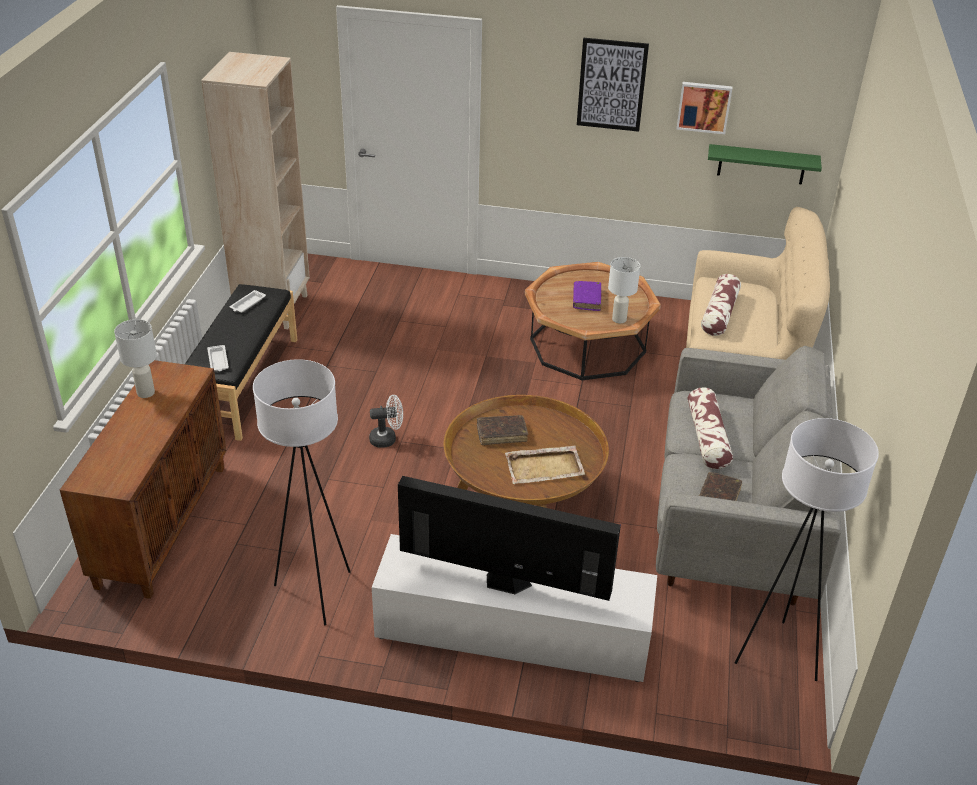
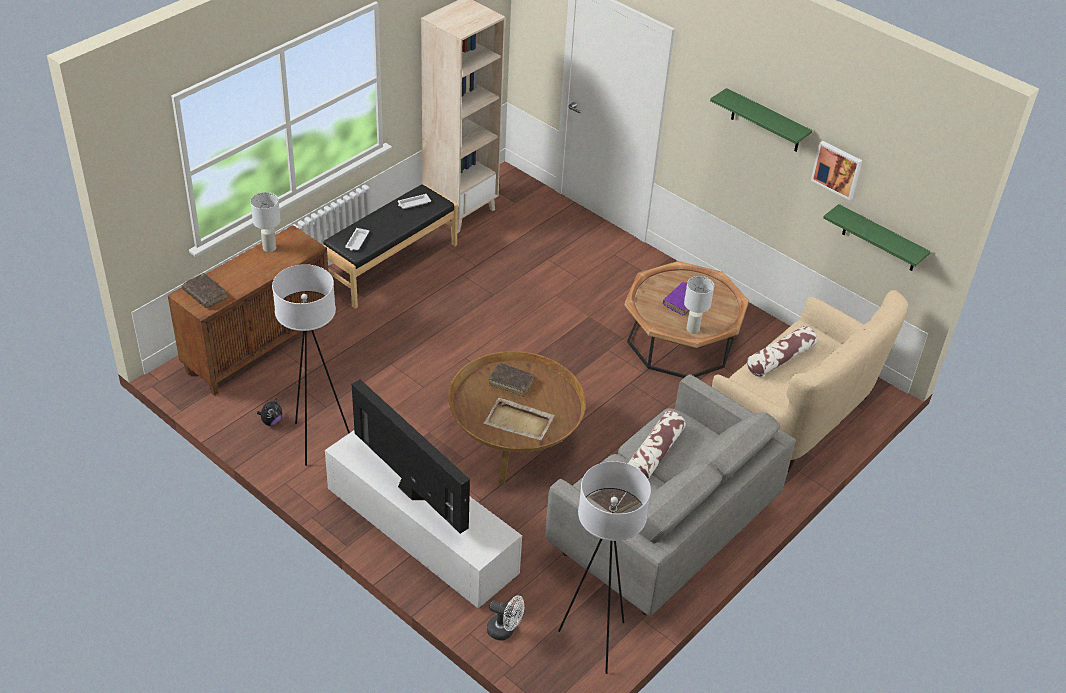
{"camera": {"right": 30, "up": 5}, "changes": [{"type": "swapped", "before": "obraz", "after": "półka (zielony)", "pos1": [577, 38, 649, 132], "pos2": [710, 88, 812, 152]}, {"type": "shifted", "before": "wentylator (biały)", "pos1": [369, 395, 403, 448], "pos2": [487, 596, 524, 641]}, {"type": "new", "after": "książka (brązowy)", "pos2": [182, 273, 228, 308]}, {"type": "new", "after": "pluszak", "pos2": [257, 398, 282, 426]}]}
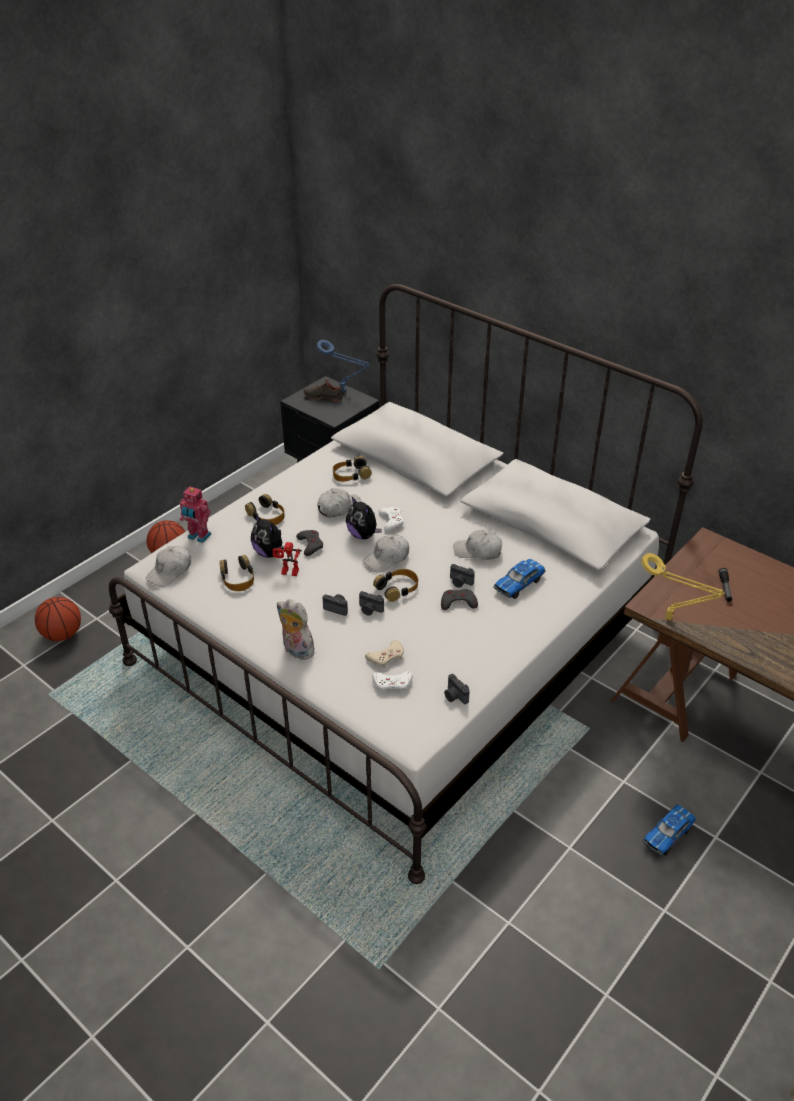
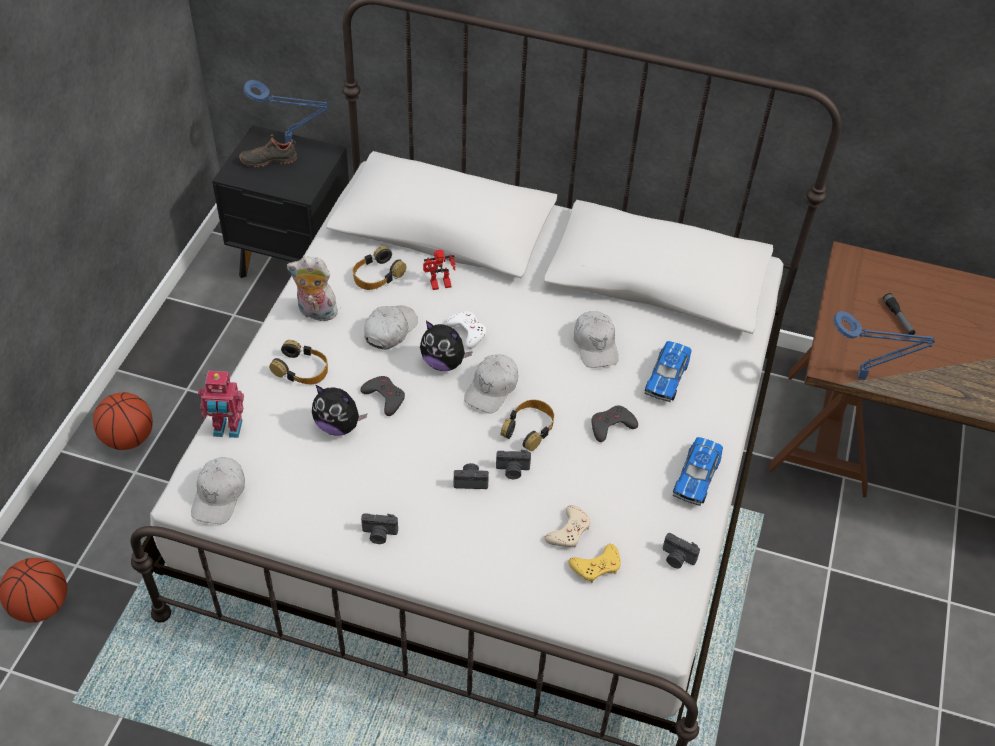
{"camera": {"right": -25, "up": 10}, "changes": [{"type": "rotated", "before": "czapka z daszkiem (biały)", "pos1": [453, 529, 502, 560], "pos2": [574, 311, 619, 368], "turn": -90}, {"type": "shifted", "before": "robot zabawkowy", "pos1": [272, 542, 302, 576], "pos2": [423, 250, 455, 290]}, {"type": "repainted", "before": "lampa stołowa (żółty)", "after": "lampa stołowa (niebieski)", "pos1": [641, 553, 724, 621], "pos2": [833, 311, 935, 380]}, {"type": "gone", "before": "słuchawki", "pos1": [219, 555, 254, 591]}, {"type": "shifted", "before": "aparat fotograficzny", "pos1": [450, 564, 475, 588], "pos2": [361, 513, 398, 544]}, {"type": "shifted", "before": "pluszak", "pos1": [277, 599, 315, 660], "pos2": [287, 257, 341, 321]}, {"type": "repainted", "before": "pad do gier (biały)", "after": "pad do gier (żółty)", "pos1": [372, 671, 413, 693], "pos2": [568, 544, 621, 583]}, {"type": "shifted", "before": "samochodzik", "pos1": [642, 805, 696, 856], "pos2": [673, 437, 723, 506]}]}
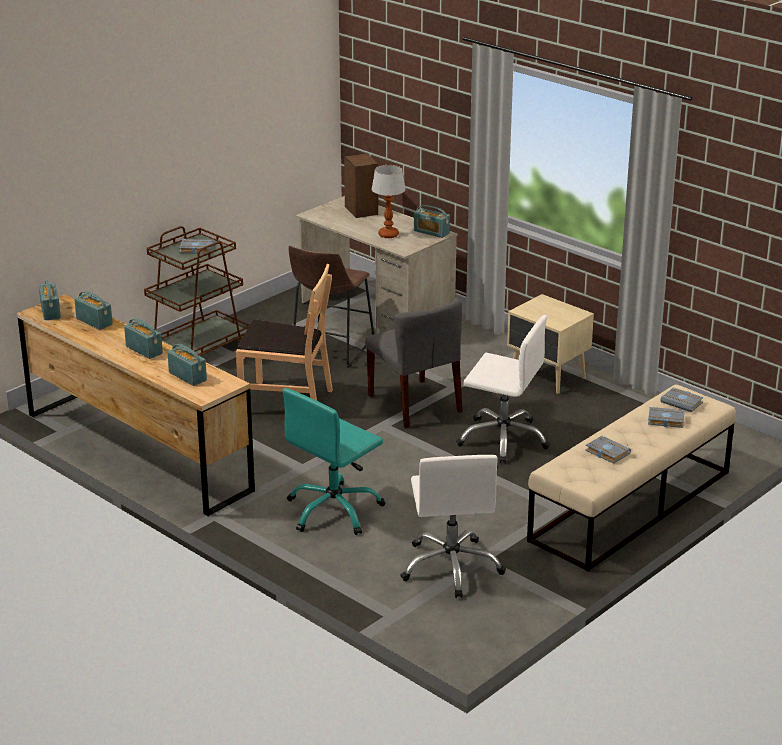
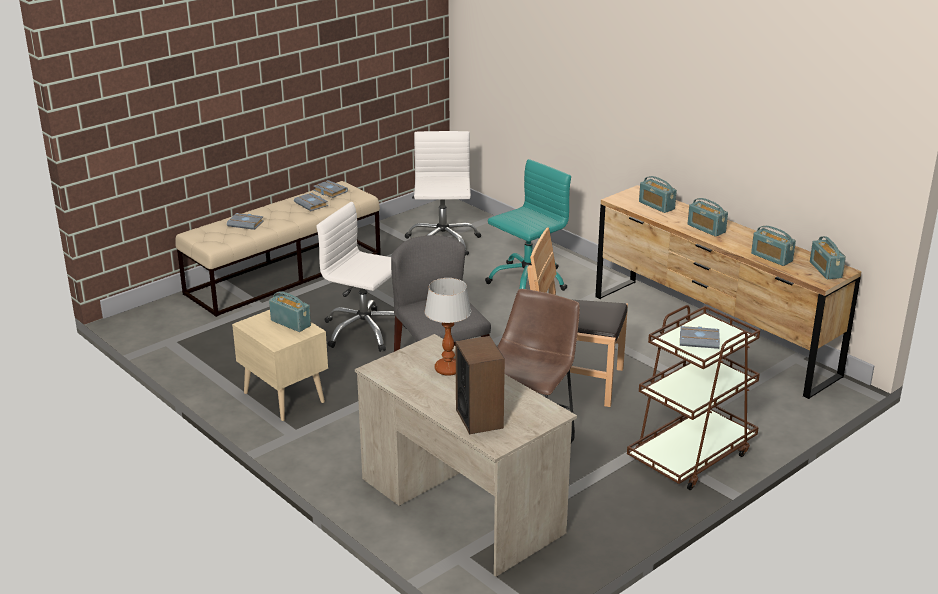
{"camera": {"right": -175, "up": 0}, "changes": [{"type": "shifted", "before": "radio", "pos1": [414, 205, 450, 238], "pos2": [269, 291, 311, 332]}, {"type": "shifted", "before": "książka (szary)", "pos1": [660, 387, 704, 412], "pos2": [313, 180, 348, 198]}]}
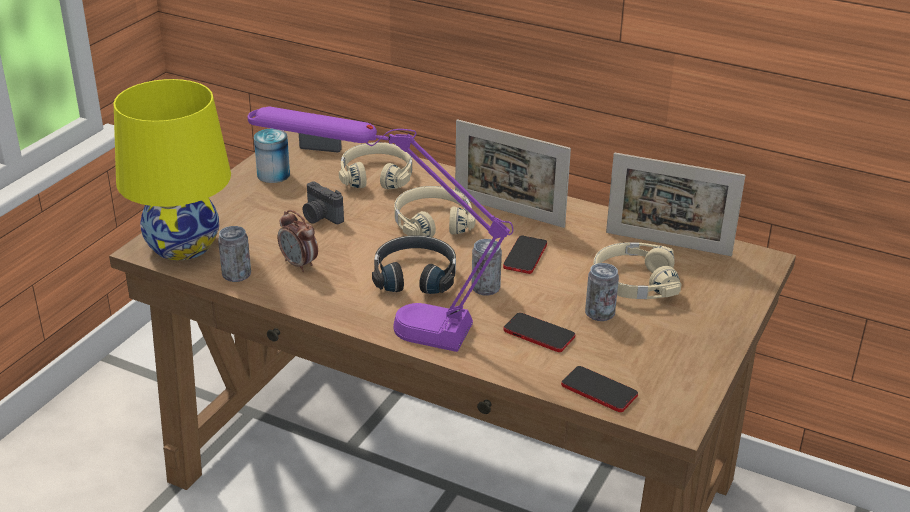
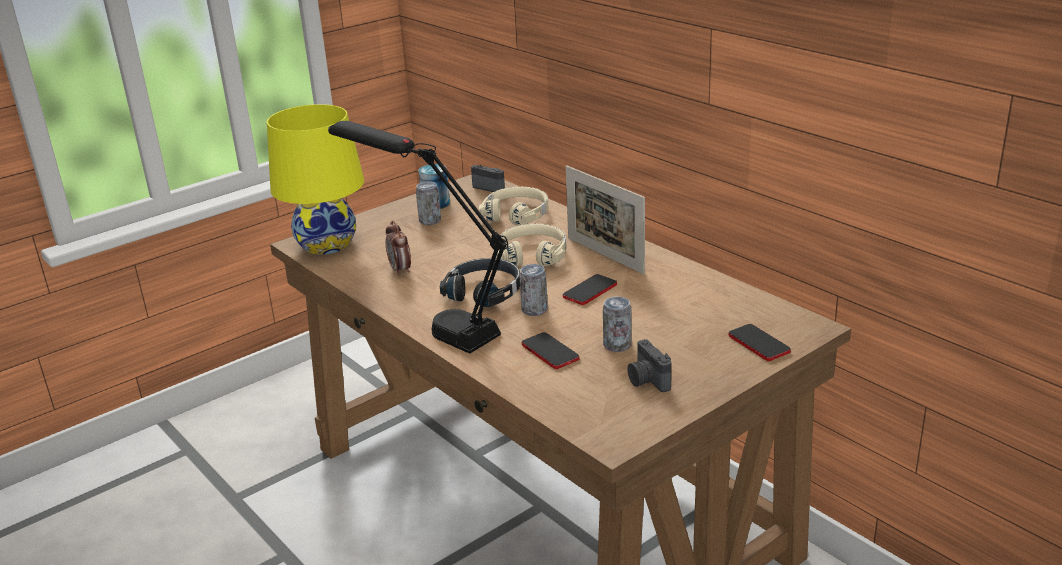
{"camera": {"right": 25, "up": -5}, "changes": [{"type": "repainted", "before": "lampa stołowa (fioletowy)", "after": "lampa stołowa (czarny)", "pos1": [248, 107, 513, 352], "pos2": [328, 121, 508, 354]}, {"type": "gone", "before": "ramka na zdjęcie", "pos1": [606, 153, 746, 256]}, {"type": "shifted", "before": "aparat fotograficzny", "pos1": [303, 182, 344, 224], "pos2": [628, 339, 671, 392]}, {"type": "shifted", "before": "puszka", "pos1": [218, 226, 251, 282], "pos2": [416, 182, 441, 225]}, {"type": "gone", "before": "słuchawki (beżowy)", "pos1": [593, 242, 681, 299]}, {"type": "shifted", "before": "telefon", "pos1": [561, 366, 638, 412], "pos2": [728, 324, 791, 361]}]}
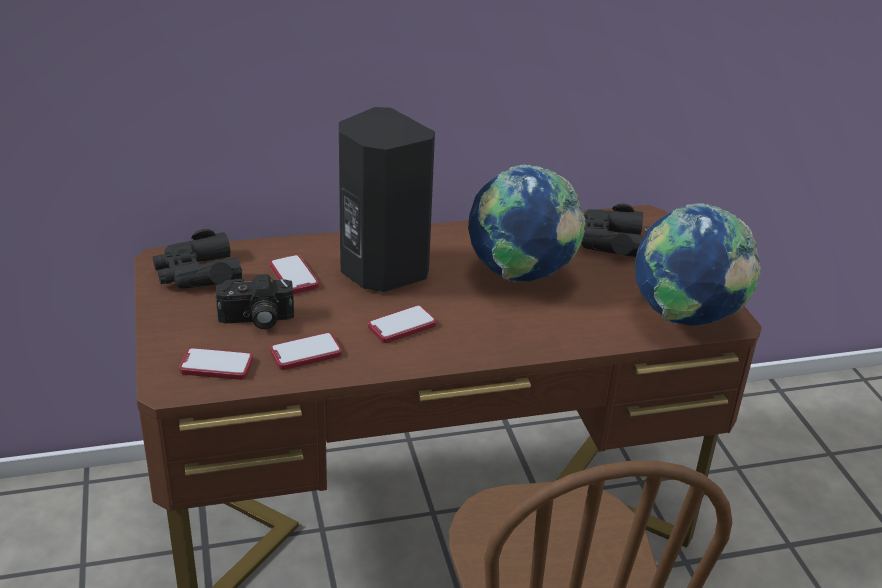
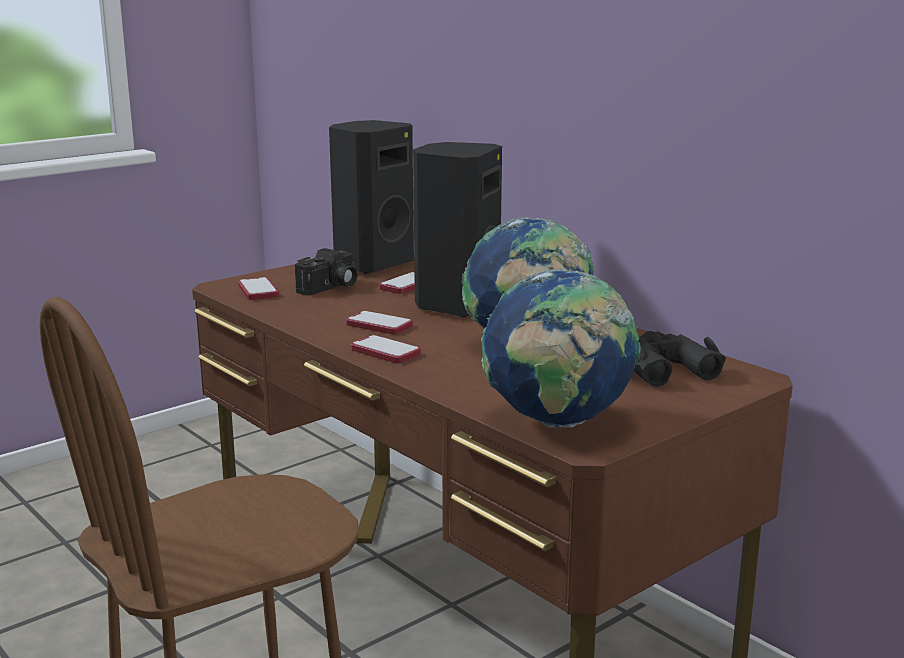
{"camera": {"right": 65, "up": -15}, "changes": [{"type": "swapped", "before": "lornetka (czarny)", "after": "głośnik (czarny)", "pos1": [153, 229, 242, 289], "pos2": [329, 120, 414, 274]}, {"type": "rotated", "before": "aparat fotograficzny", "pos1": [216, 274, 294, 329], "pos2": [295, 248, 358, 296], "turn": -105}, {"type": "shifted", "before": "telefon", "pos1": [270, 333, 342, 370], "pos2": [351, 335, 421, 363]}]}
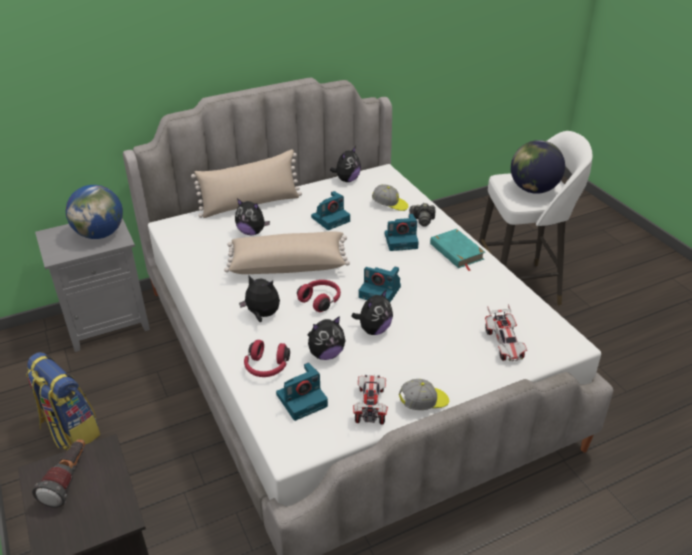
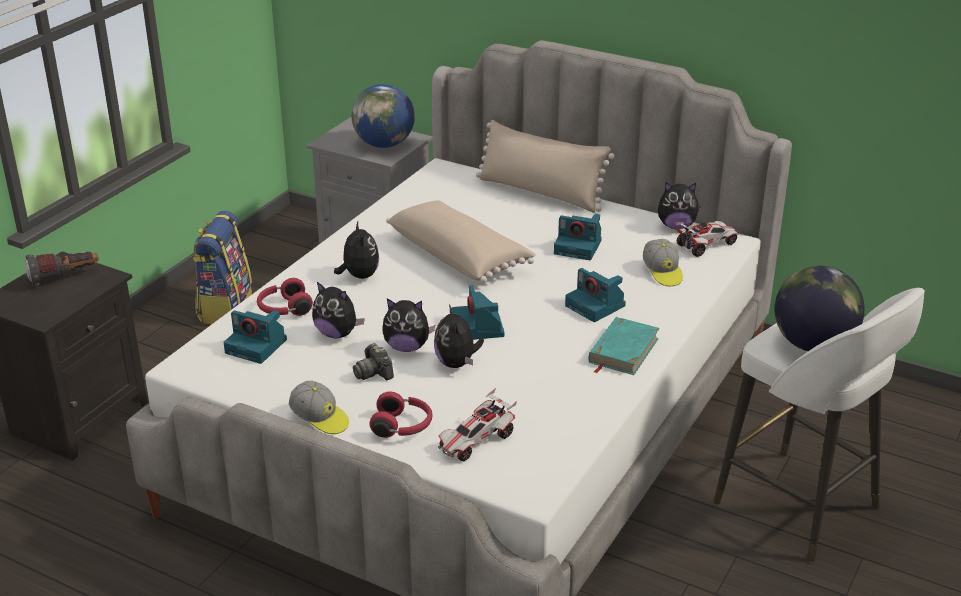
{"camera": {"right": 55, "up": -5}, "changes": [{"type": "shifted", "before": "pluszak", "pos1": [235, 199, 270, 235], "pos2": [434, 304, 484, 368]}, {"type": "shifted", "before": "aparat fotograficzny", "pos1": [409, 203, 435, 226], "pos2": [353, 343, 394, 381]}, {"type": "shifted", "before": "słuchawki (czerwony)", "pos1": [297, 280, 341, 312], "pos2": [369, 391, 433, 438]}, {"type": "shifted", "before": "samochodzik", "pos1": [353, 375, 388, 424], "pos2": [675, 221, 739, 257]}]}
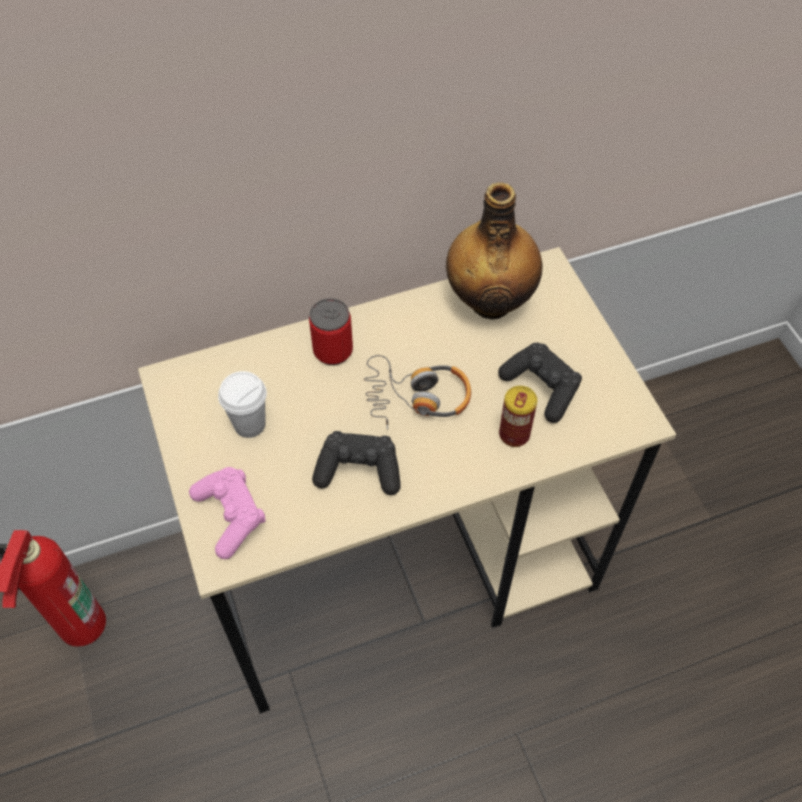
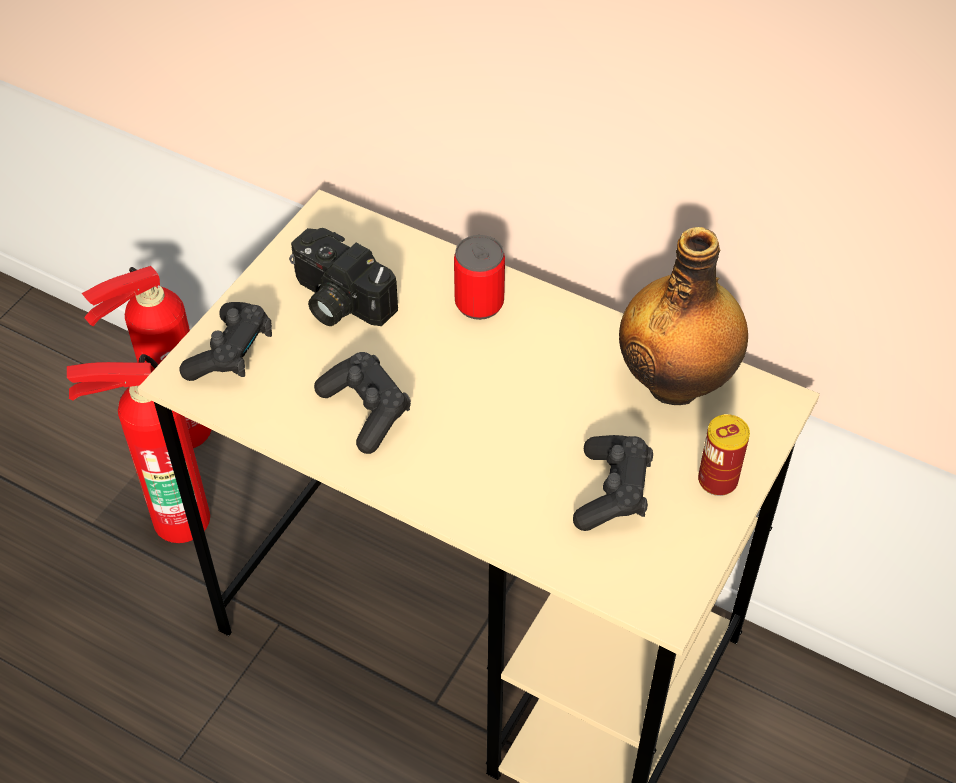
{"camera": {"right": 50, "up": -5}, "changes": [{"type": "gone", "before": "słuchawki", "pos1": [364, 355, 471, 429]}, {"type": "swapped", "before": "filiżanka (biały)", "after": "aparat fotograficzny", "pos1": [218, 371, 267, 438], "pos2": [289, 228, 398, 326]}, {"type": "shifted", "before": "puszka", "pos1": [499, 386, 537, 447], "pos2": [698, 414, 750, 496]}, {"type": "repainted", "before": "pad do gier (różowy)", "after": "pad do gier (czarny)", "pos1": [189, 467, 266, 559], "pos2": [179, 302, 272, 381]}, {"type": "new", "after": "gaśnica", "pos2": [67, 354, 210, 543]}]}
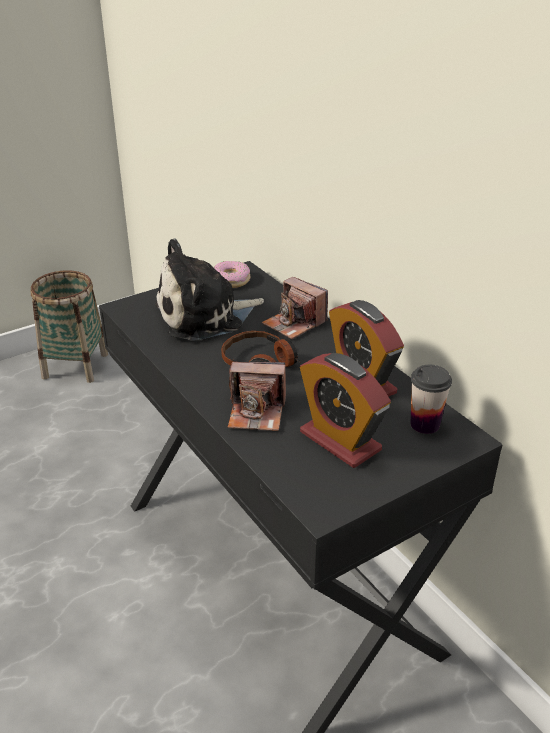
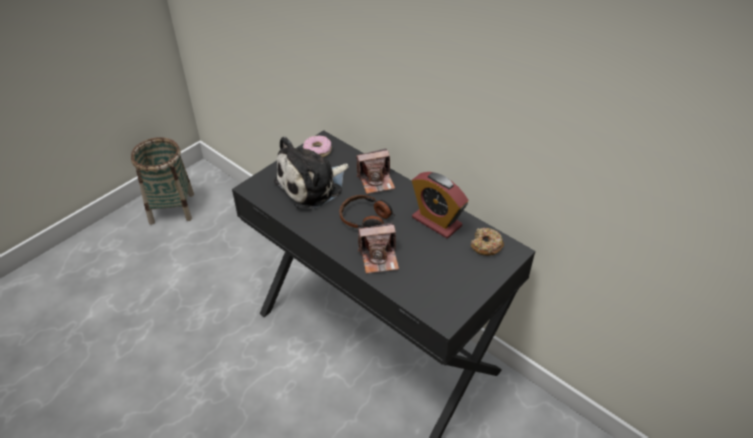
{"camera": {"right": -15, "up": 10}, "changes": [{"type": "rotated", "before": "aparat fotograficzny", "pos1": [262, 277, 328, 339], "pos2": [357, 149, 395, 194], "turn": -45}, {"type": "gone", "before": "budzik", "pos1": [300, 353, 391, 468]}, {"type": "swapped", "before": "filiżanka", "after": "donut", "pos1": [410, 365, 452, 434], "pos2": [470, 228, 504, 256]}]}
